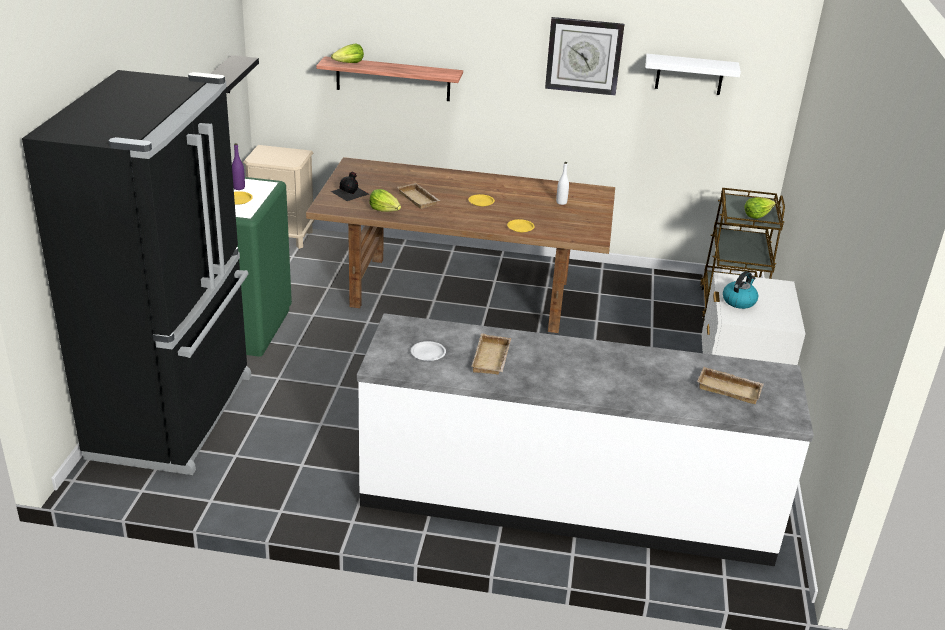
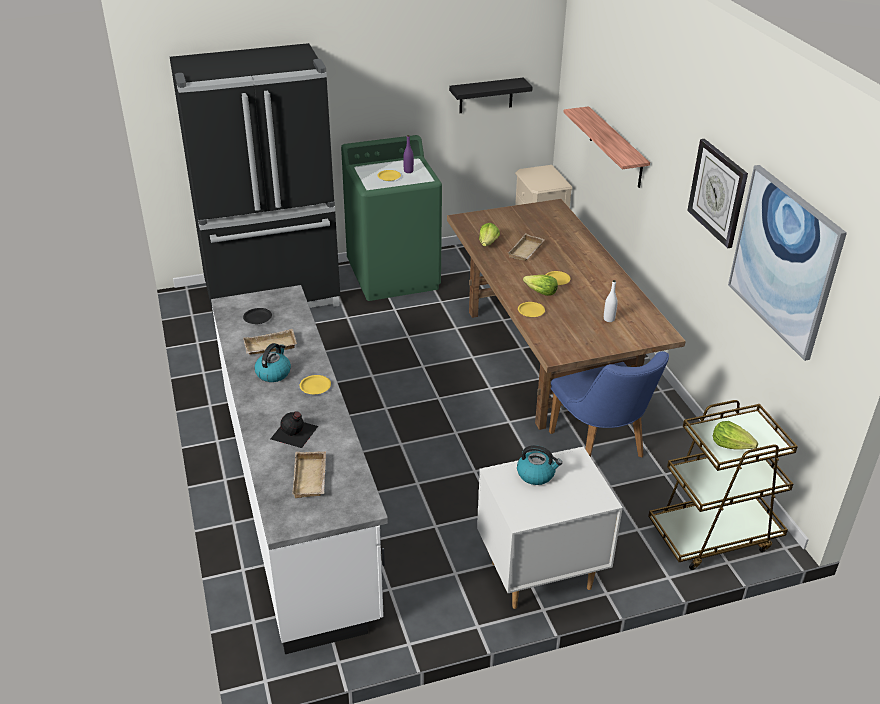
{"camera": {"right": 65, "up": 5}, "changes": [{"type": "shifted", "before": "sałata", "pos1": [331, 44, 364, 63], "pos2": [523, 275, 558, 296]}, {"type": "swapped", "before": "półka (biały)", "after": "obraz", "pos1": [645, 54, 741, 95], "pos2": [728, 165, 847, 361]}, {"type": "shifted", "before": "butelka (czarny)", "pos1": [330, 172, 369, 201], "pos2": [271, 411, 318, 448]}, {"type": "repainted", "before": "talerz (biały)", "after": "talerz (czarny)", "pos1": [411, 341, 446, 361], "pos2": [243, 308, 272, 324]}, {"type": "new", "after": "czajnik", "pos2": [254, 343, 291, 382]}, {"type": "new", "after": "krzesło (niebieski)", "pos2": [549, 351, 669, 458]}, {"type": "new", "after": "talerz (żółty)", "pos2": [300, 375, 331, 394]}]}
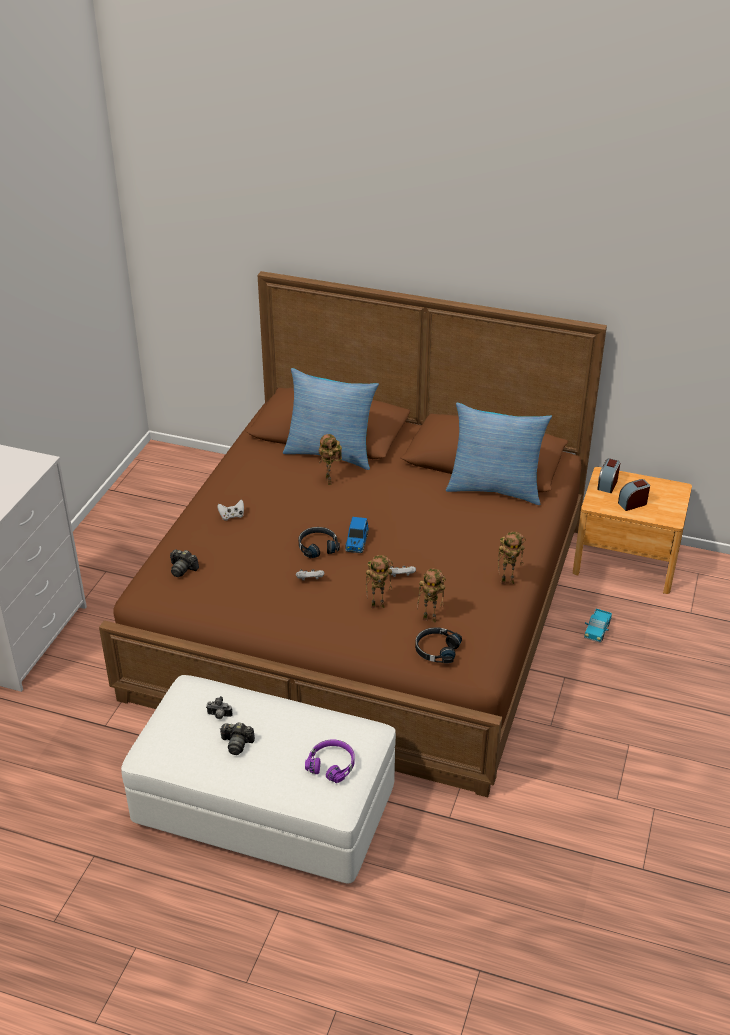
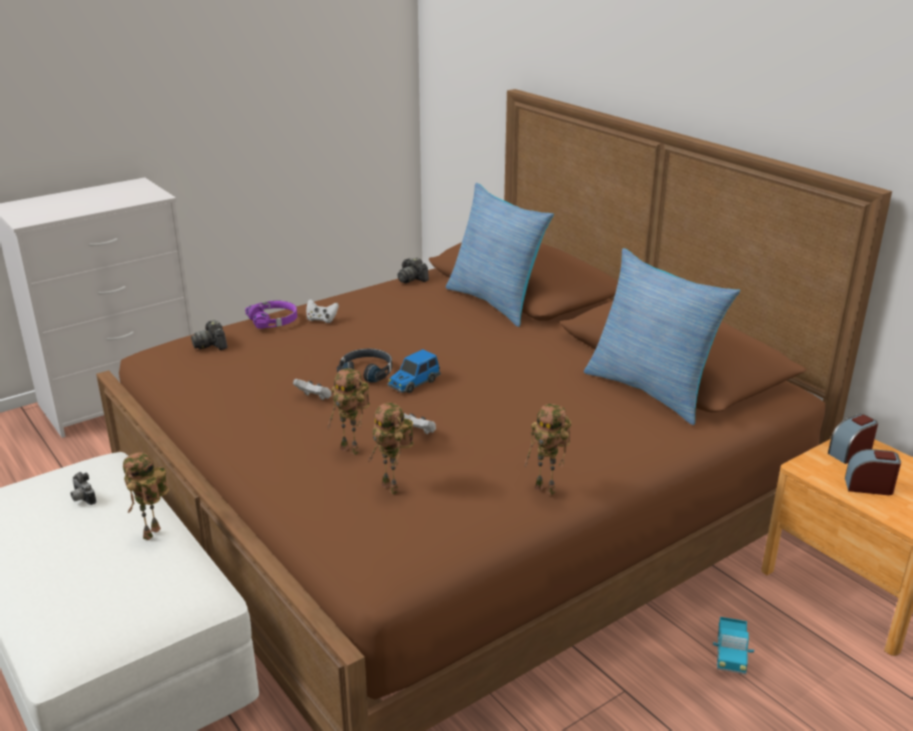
{"camera": {"right": 35, "up": -10}, "changes": [{"type": "shifted", "before": "robot zabawkowy", "pos1": [318, 434, 342, 485], "pos2": [123, 452, 169, 540]}, {"type": "rotated", "before": "ciężarówka zabawkowa", "pos1": [584, 609, 612, 643], "pos2": [713, 617, 754, 675], "turn": -45}, {"type": "gone", "before": "słuchawki (czarny)", "pos1": [415, 627, 462, 663]}, {"type": "shifted", "before": "aparat fotograficzny", "pos1": [220, 722, 255, 755], "pos2": [397, 257, 429, 283]}, {"type": "shifted", "before": "słuchawki (fioletowy)", "pos1": [305, 740, 355, 783], "pos2": [245, 301, 297, 329]}]}
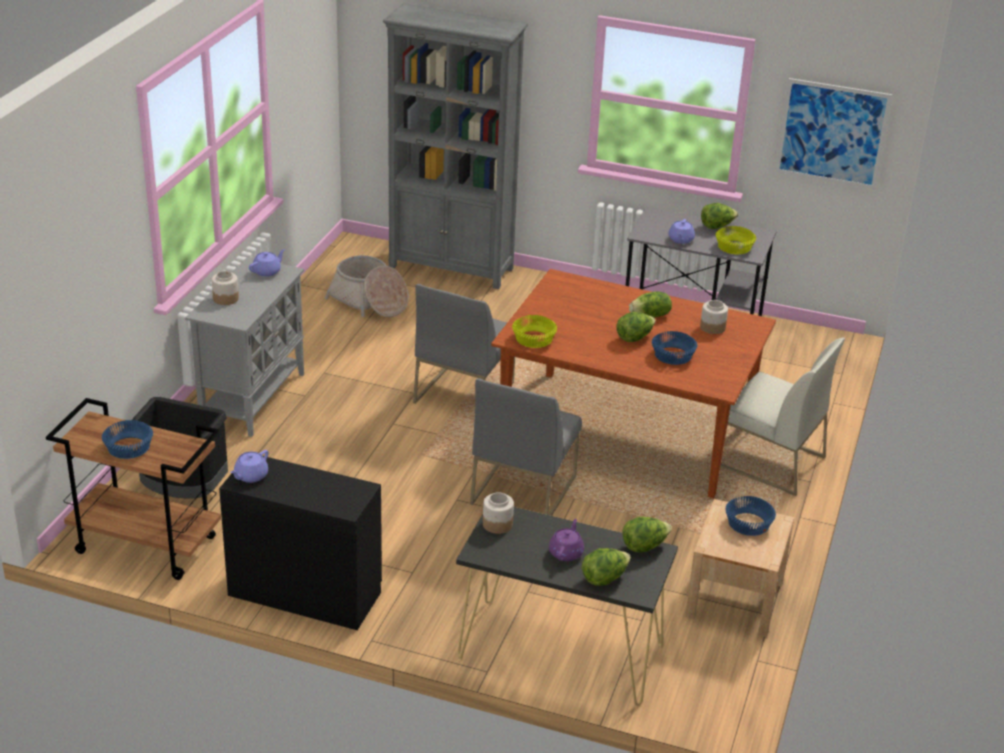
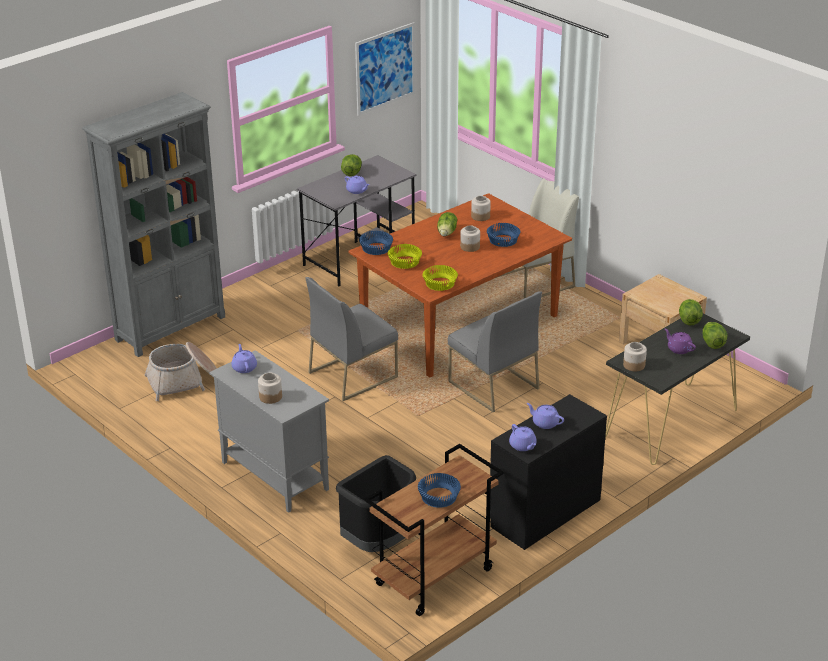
{"camera": {"right": -60, "up": 0}, "changes": [{"type": "shifted", "before": "miska (żółty)", "pos1": [716, 226, 756, 254], "pos2": [388, 244, 422, 269]}, {"type": "rotated", "before": "krzesło (szary)", "pos1": [413, 284, 515, 404], "pos2": [305, 277, 398, 401], "turn": 90}, {"type": "swapped", "before": "sałata", "after": "słoik", "pos1": [616, 312, 655, 342], "pos2": [460, 225, 480, 252]}, {"type": "shifted", "before": "miska (niebieski)", "pos1": [725, 496, 776, 536], "pos2": [359, 231, 393, 255]}, {"type": "new", "after": "imbryk (fioletowy)", "pos2": [527, 403, 564, 429]}]}
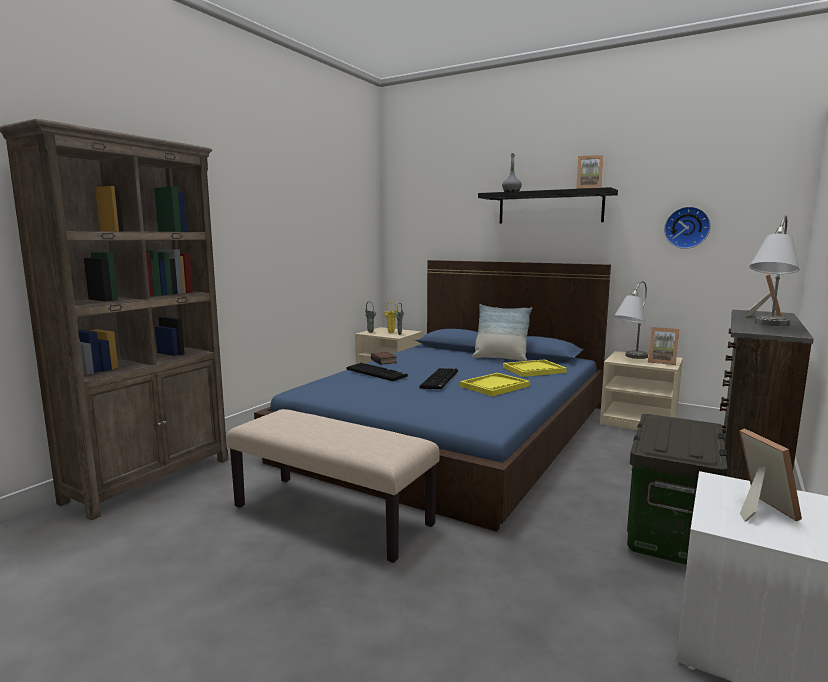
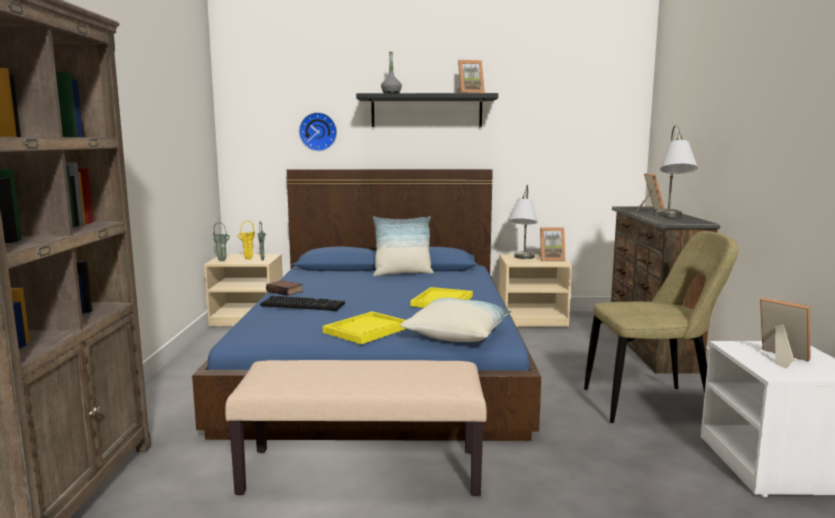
{"camera": {"right": -30, "up": 0}, "changes": [{"type": "shifted", "before": "zegar ścienny", "pos1": [664, 206, 711, 249], "pos2": [299, 112, 337, 151]}, {"type": "shifted", "before": "taca (żółty)", "pos1": [503, 359, 567, 377], "pos2": [323, 311, 407, 344]}, {"type": "gone", "before": "klawiatura", "pos1": [419, 368, 458, 390]}, {"type": "swapped", "before": "pojemnik do przechowywania", "after": "krzesło (beżowy)", "pos1": [627, 414, 727, 565], "pos2": [584, 231, 739, 423]}, {"type": "new", "after": "poduszka", "pos2": [400, 298, 511, 342]}]}
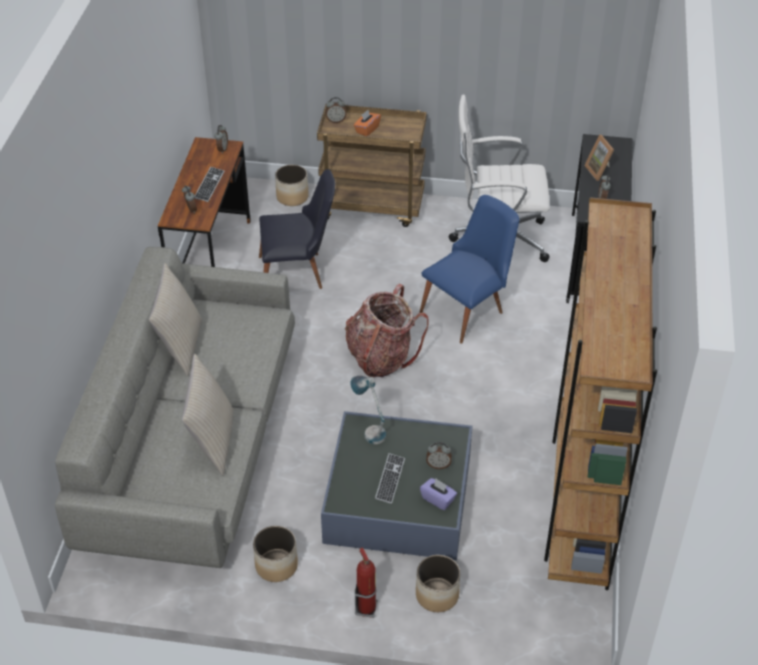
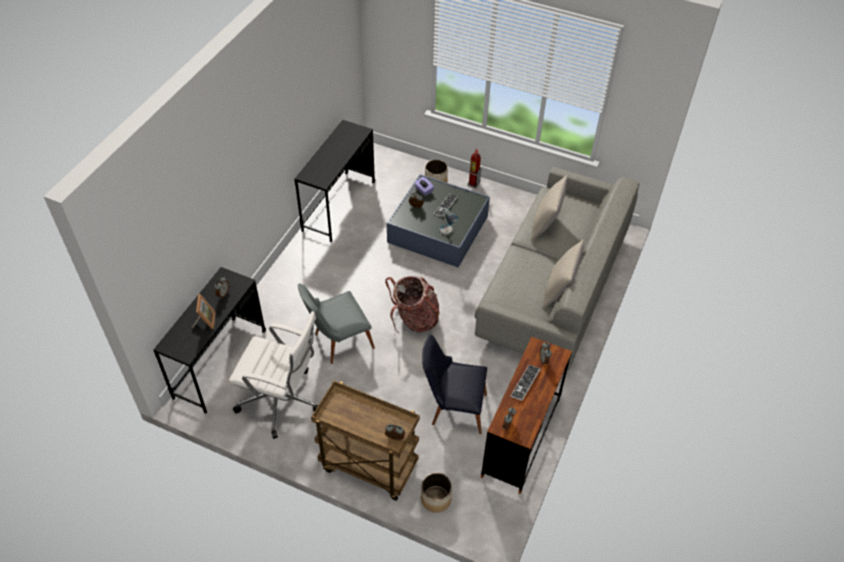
{"camera": {"right": -165, "up": 5}, "changes": [{"type": "gone", "before": "pudełko chusteczek (pomarańczowy)", "pos1": [354, 109, 381, 136]}, {"type": "repainted", "before": "krzesło (niebieski)", "after": "krzesło (szary)", "pos1": [419, 195, 519, 344], "pos2": [298, 283, 375, 364]}, {"type": "swapped", "before": "regał (brązowy)", "after": "biurko (czarny)", "pos1": [544, 197, 657, 590], "pos2": [294, 120, 375, 242]}, {"type": "gone", "before": "donica", "pos1": [253, 526, 298, 582]}]}
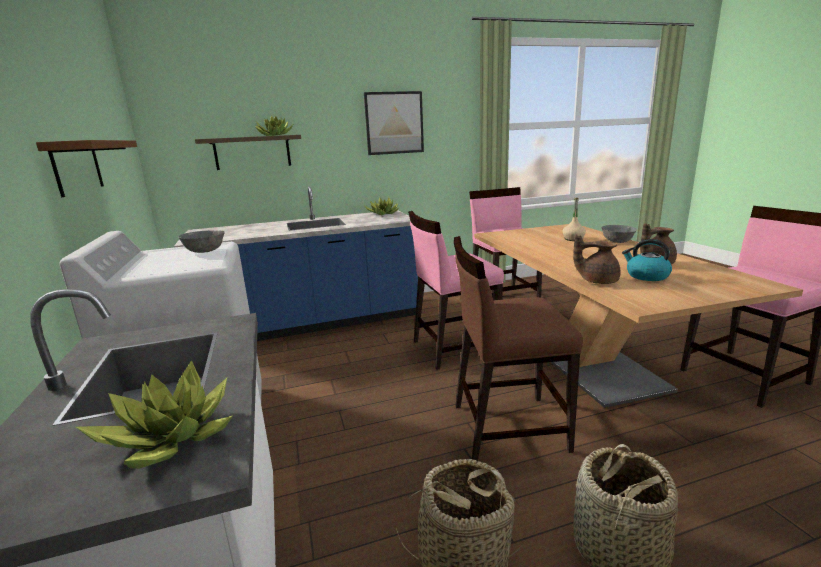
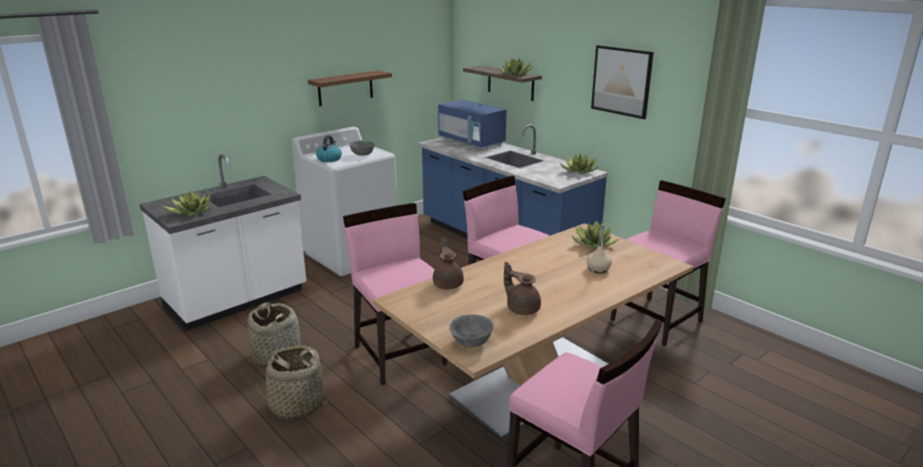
{"camera": {"right": 65, "up": 5}, "changes": [{"type": "shifted", "before": "miska (szary)", "pos1": [601, 225, 637, 243], "pos2": [449, 314, 494, 347]}, {"type": "repainted", "before": "krzesło (brązowy)", "after": "krzesło (różowy)", "pos1": [454, 236, 583, 461], "pos2": [343, 203, 447, 385]}, {"type": "shifted", "before": "czajnik", "pos1": [622, 239, 672, 281], "pos2": [316, 136, 342, 162]}, {"type": "new", "after": "mikrofalówka (niebieski)", "pos2": [438, 100, 506, 149]}, {"type": "new", "after": "roślina doniczkowa", "pos2": [571, 220, 619, 249]}]}
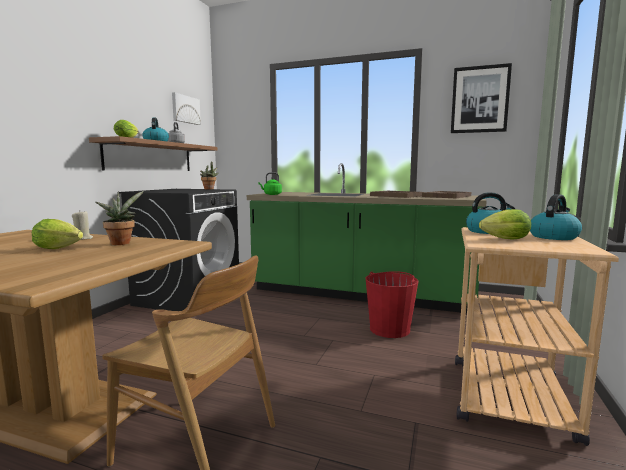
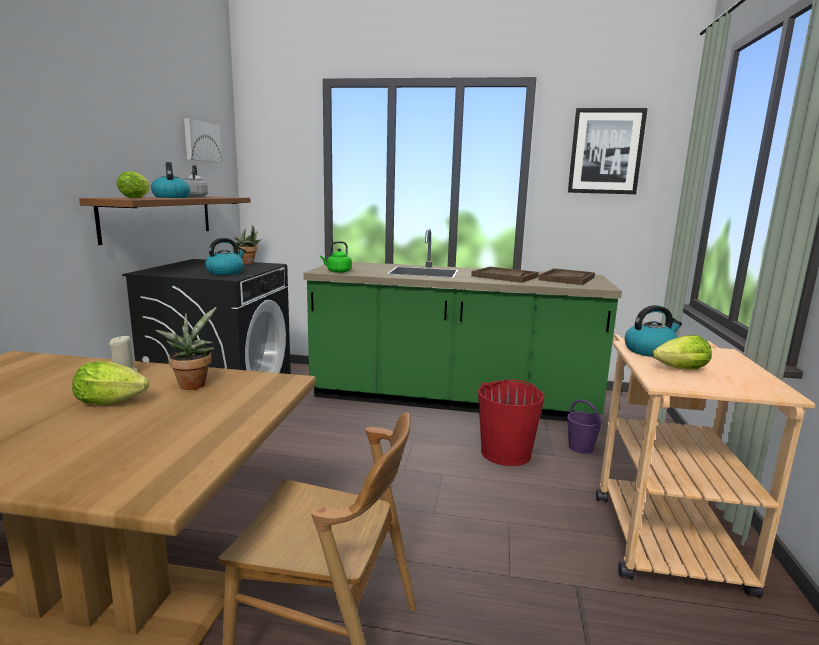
{"camera": {"right": -10, "up": 5}, "changes": [{"type": "shifted", "before": "czajnik", "pos1": [530, 194, 582, 240], "pos2": [205, 238, 246, 275]}, {"type": "new", "after": "wiadro (fioletowy)", "pos2": [567, 399, 602, 454]}]}
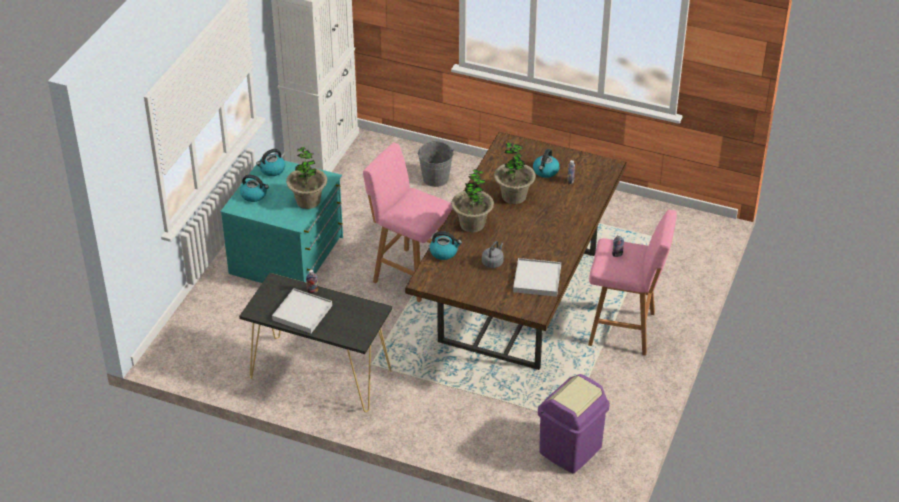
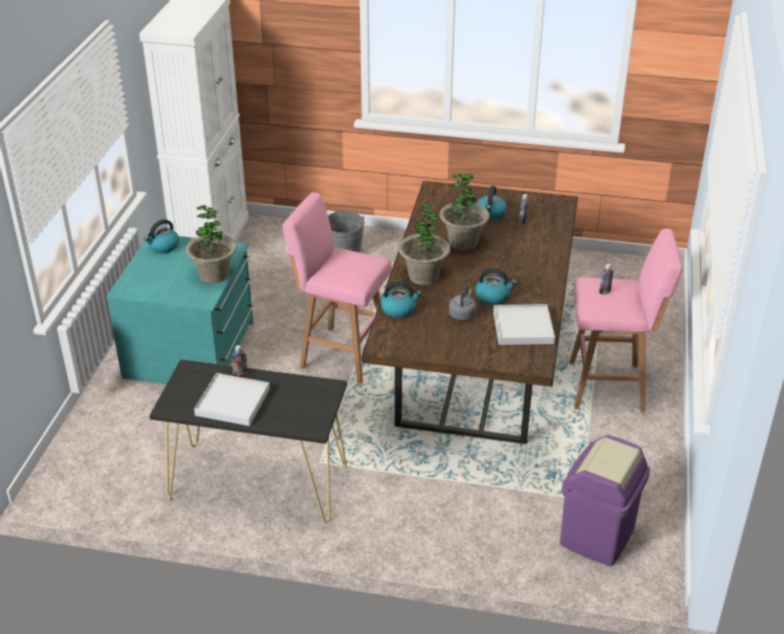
{"camera": {"right": -10, "up": -5}, "changes": [{"type": "shifted", "before": "czajnik", "pos1": [240, 174, 269, 202], "pos2": [475, 268, 516, 305]}]}
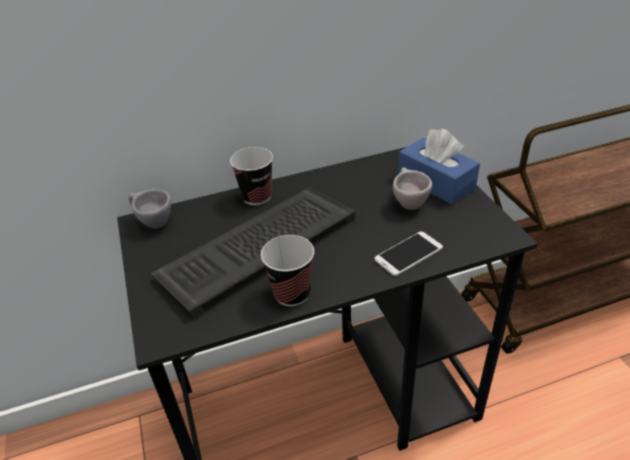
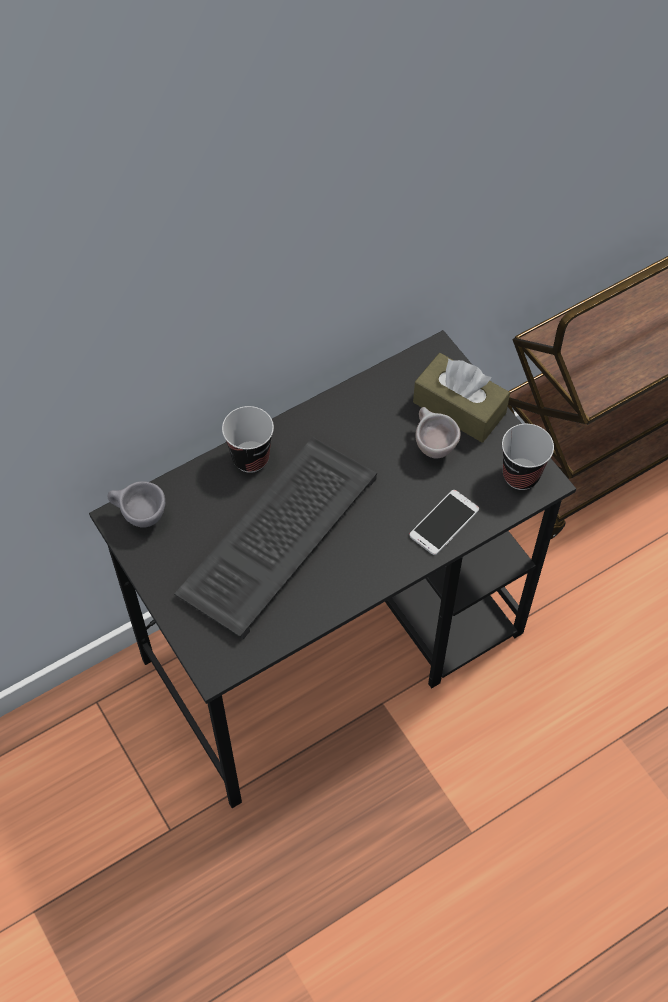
{"camera": {"right": -15, "up": 20}, "changes": [{"type": "repainted", "before": "pudełko chusteczek (niebieski)", "after": "pudełko chusteczek (brązowy)", "pos1": [398, 129, 480, 205], "pos2": [413, 353, 510, 442]}, {"type": "shifted", "before": "filiżanka", "pos1": [261, 235, 314, 307], "pos2": [502, 424, 554, 490]}]}
